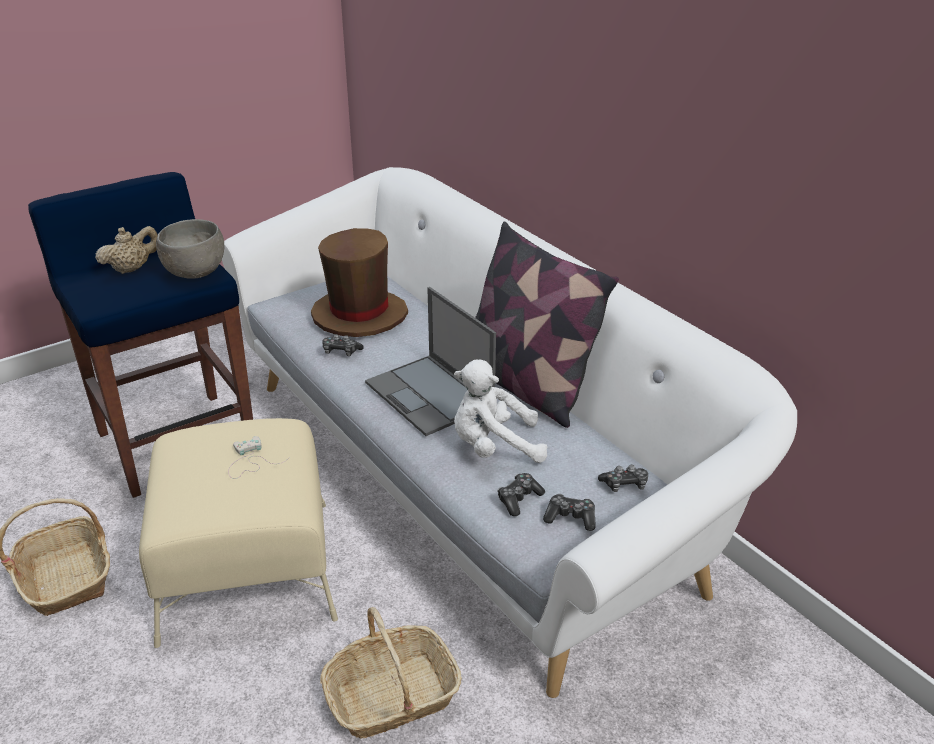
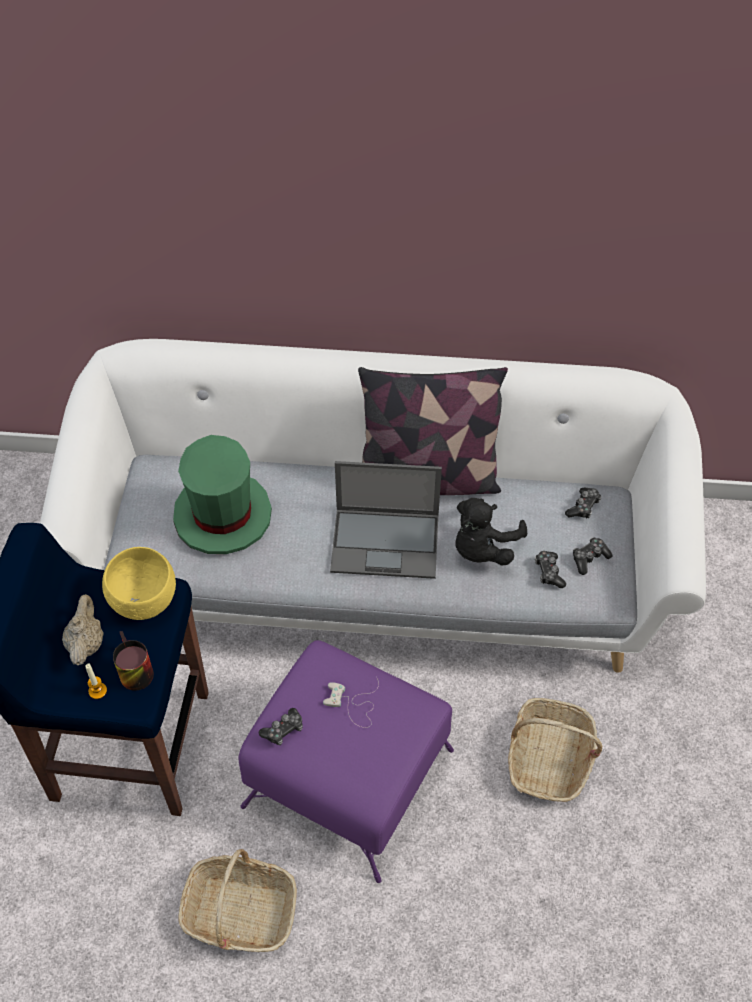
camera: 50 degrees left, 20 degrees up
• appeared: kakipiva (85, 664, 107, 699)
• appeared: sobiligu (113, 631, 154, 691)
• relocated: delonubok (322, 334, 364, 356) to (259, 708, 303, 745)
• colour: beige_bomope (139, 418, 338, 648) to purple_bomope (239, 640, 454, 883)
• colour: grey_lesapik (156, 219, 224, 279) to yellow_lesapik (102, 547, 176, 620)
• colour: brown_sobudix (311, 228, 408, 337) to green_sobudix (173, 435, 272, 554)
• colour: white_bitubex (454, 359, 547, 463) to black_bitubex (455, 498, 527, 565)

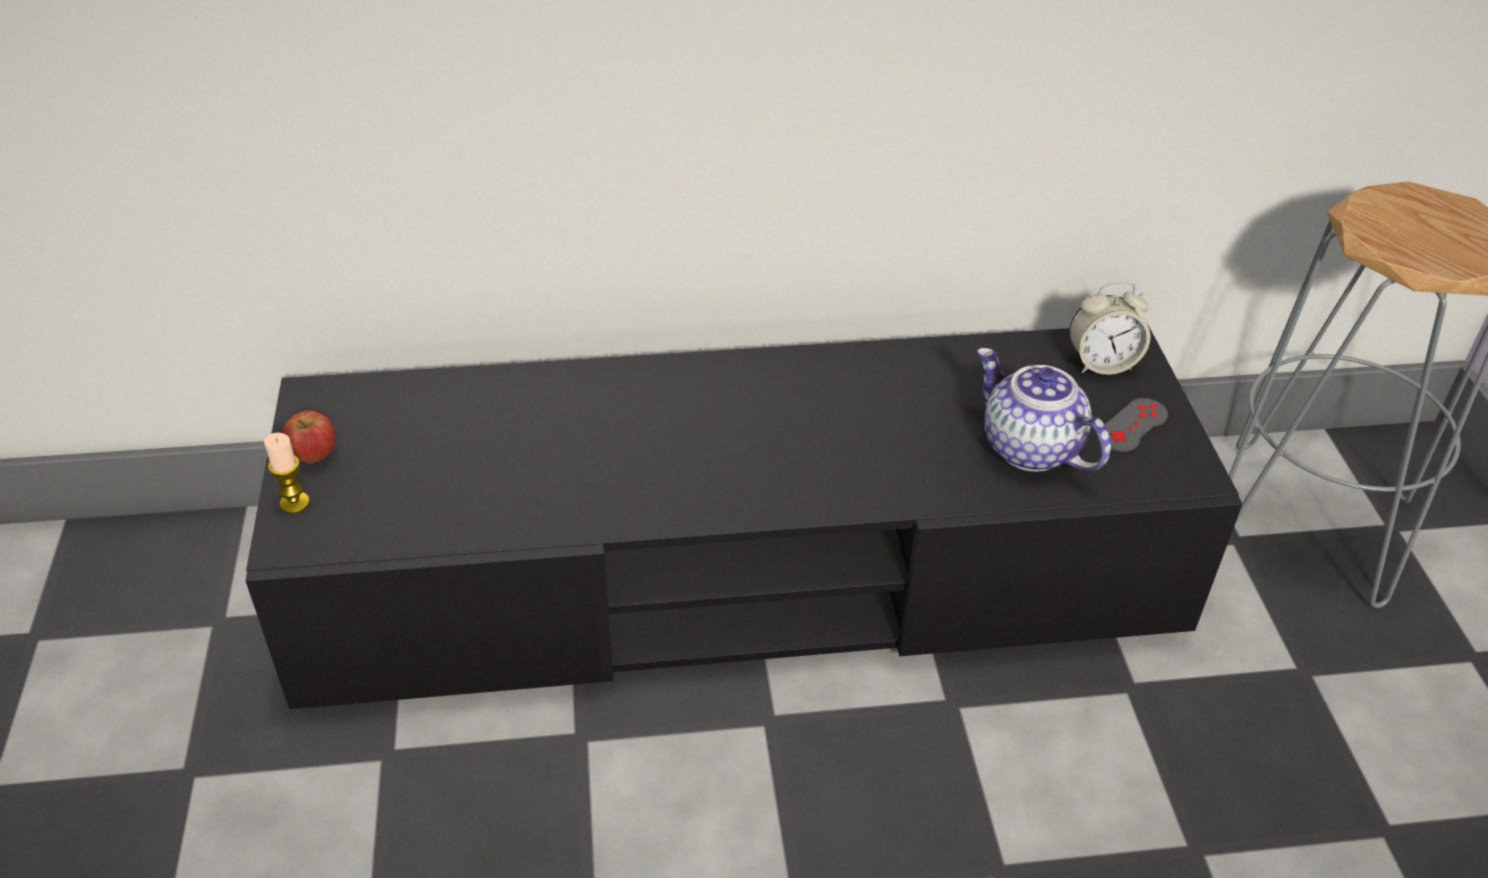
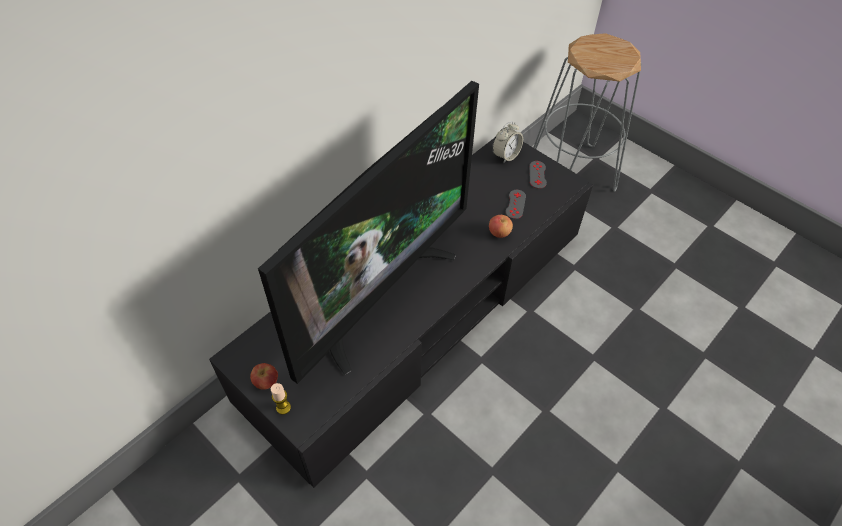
camera: 40 degrees left, 10 degrees up
• appeared: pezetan (258, 81, 479, 384)
• appeared: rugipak (489, 215, 513, 238)
• exchanged: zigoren (977, 348, 1111, 472) to grey_delonubok (505, 190, 526, 219)

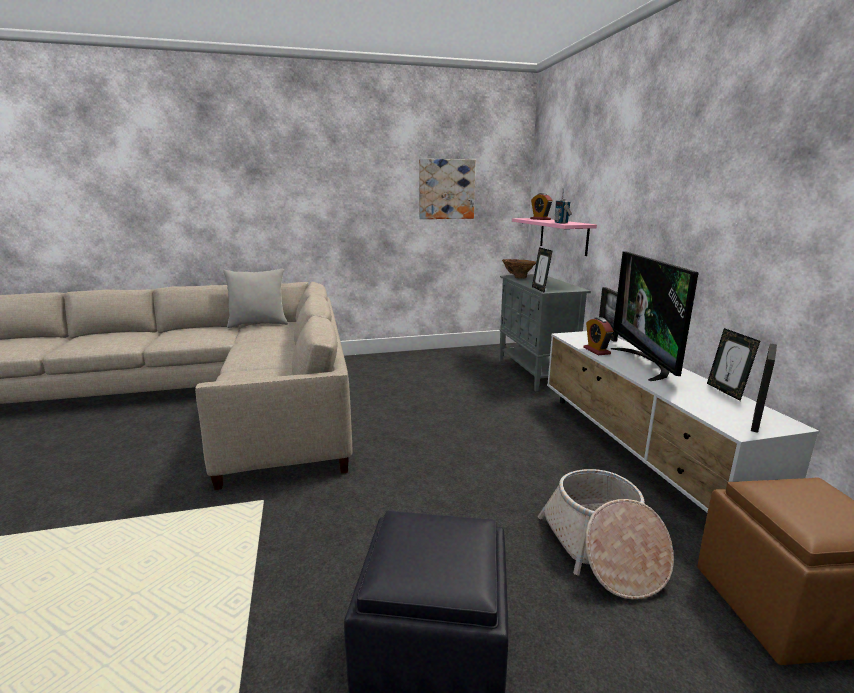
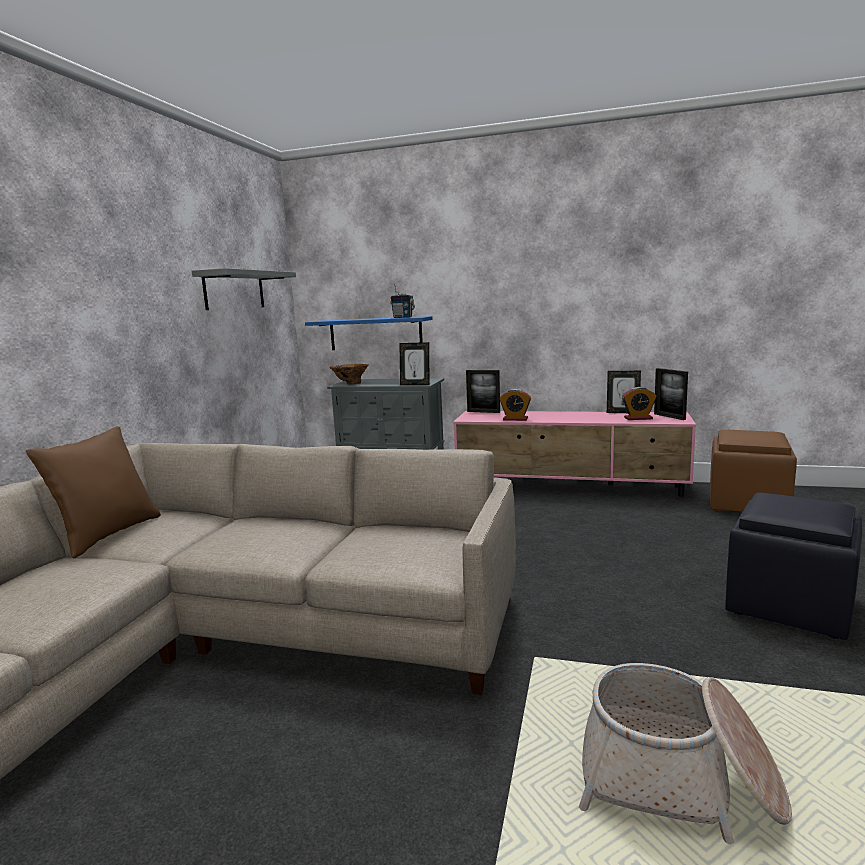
camera: 60 degrees left, 5 degrees down
• missing: pezetan (611, 252, 699, 381)
• relocated: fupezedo (530, 193, 553, 220) to (622, 387, 657, 420)
• relocated: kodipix (538, 469, 674, 599) to (579, 663, 792, 844)
• exchanged: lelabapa (419, 159, 476, 219) to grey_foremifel (192, 268, 296, 310)
• colour: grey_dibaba (223, 269, 288, 328) to brown_dibaba (26, 426, 161, 559)
• colour: pink_foremifel (512, 218, 597, 256) to blue_foremifel (305, 316, 433, 350)
• colour: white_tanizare (547, 331, 819, 512) to pink_tanizare (453, 411, 696, 497)

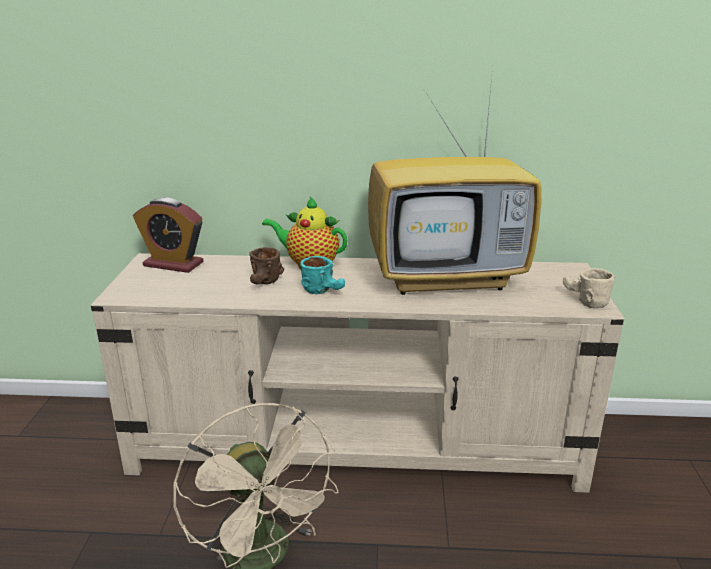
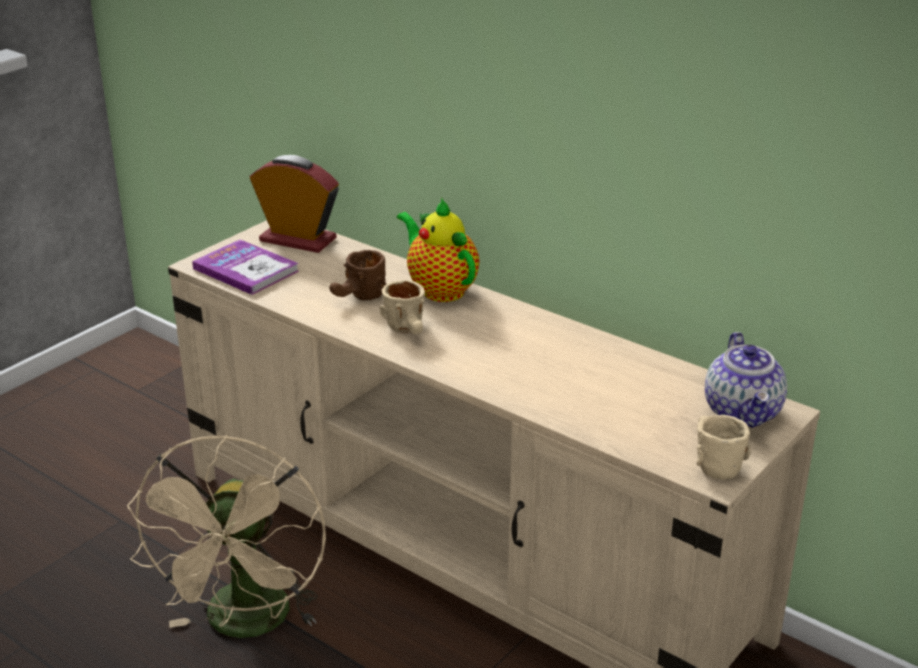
camera: 35 degrees right, 5 degrees up
• missing: pezetan (368, 67, 541, 295)
• appeared: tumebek (192, 239, 299, 295)
• appeared: zigoren (705, 332, 787, 428)
• colour: turquoise_sobiligu (300, 256, 345, 294) to beige_sobiligu (380, 280, 425, 334)
• spun: fupezedo (133, 198, 203, 273) = (250, 155, 339, 253) 150 degrees clockwise

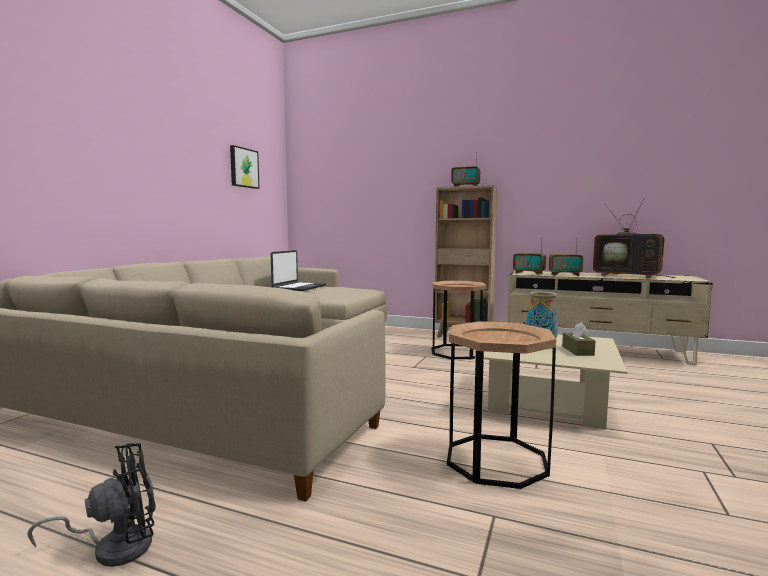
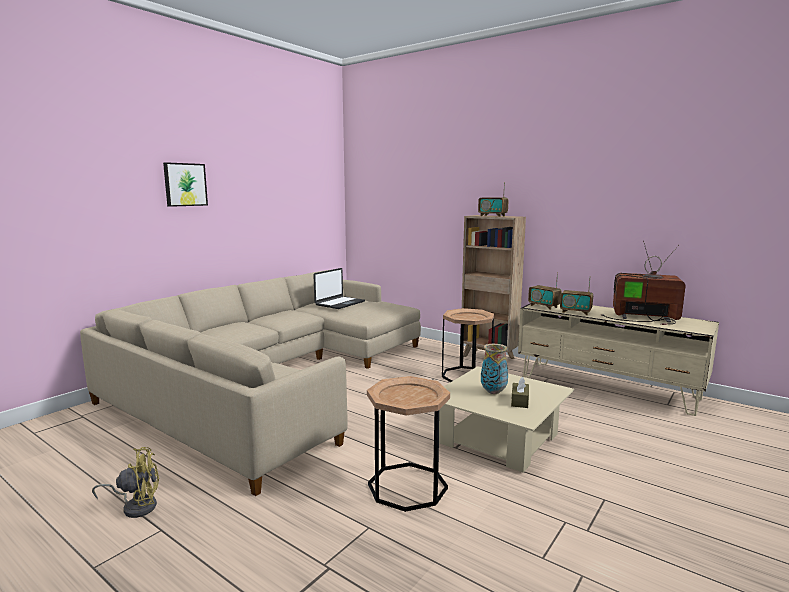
camera: 15 degrees right, 5 degrees up
• relocated: lelabapa (230, 145, 260, 189) to (163, 162, 208, 207)
• colour: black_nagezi (28, 443, 156, 567) to yellow_nagezi (92, 447, 159, 518)
• spun: pezetan (593, 199, 675, 278) = (601, 241, 686, 325) 150 degrees clockwise

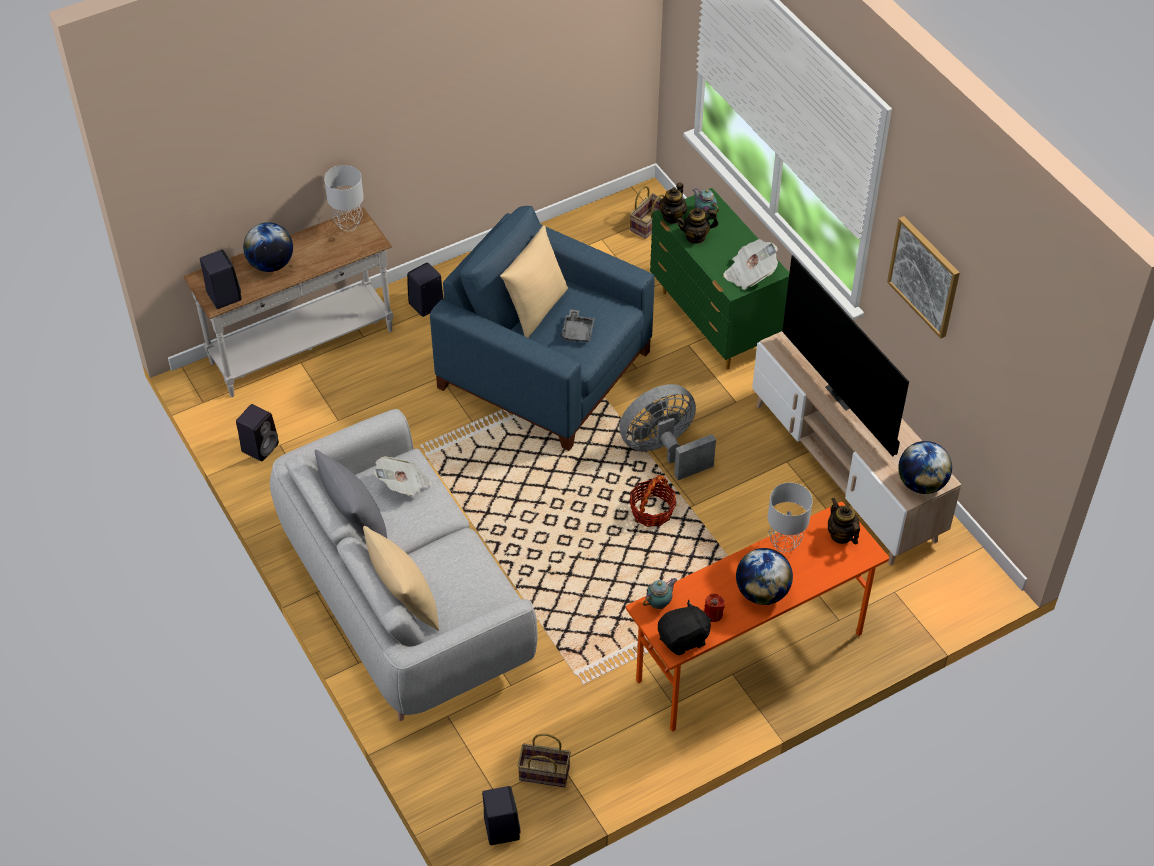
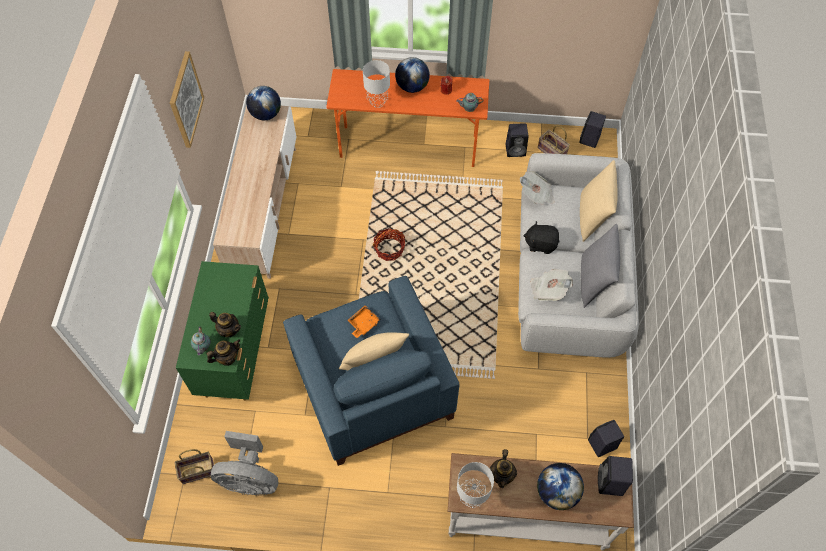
camera: 145 degrees left, 10 degrees up
• missing: pezetan (782, 255, 909, 457)
• relocated: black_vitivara (407, 262, 443, 317) to (506, 123, 529, 157)
• relocated: grey_nagezi (619, 384, 716, 480) to (211, 431, 278, 495)
• relocated: black_bitubex (658, 600, 712, 655) to (523, 221, 560, 254)
• relocated: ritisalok (723, 239, 778, 290) to (520, 171, 555, 205)
• relocated: zigoren (828, 498, 860, 544) to (490, 449, 517, 488)
• colour: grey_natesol (561, 309, 595, 342) to orange_natesol (347, 305, 381, 338)

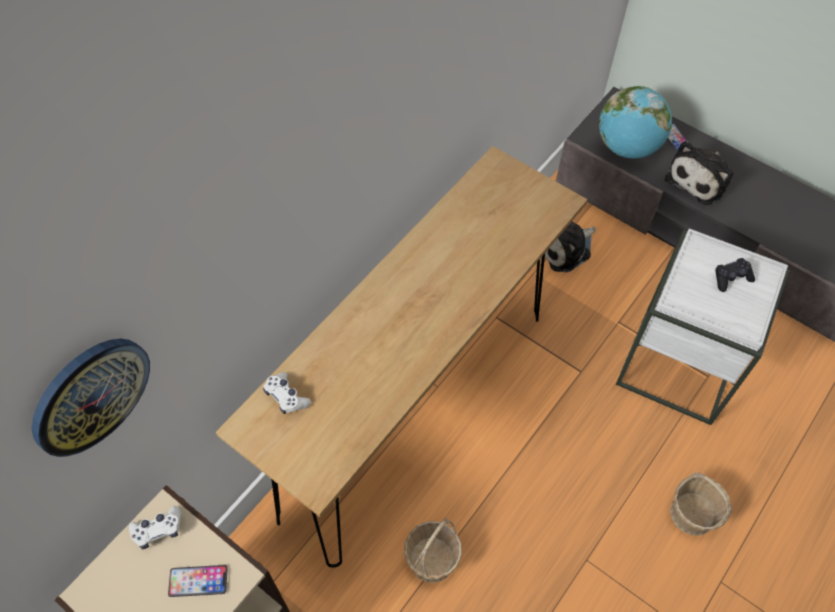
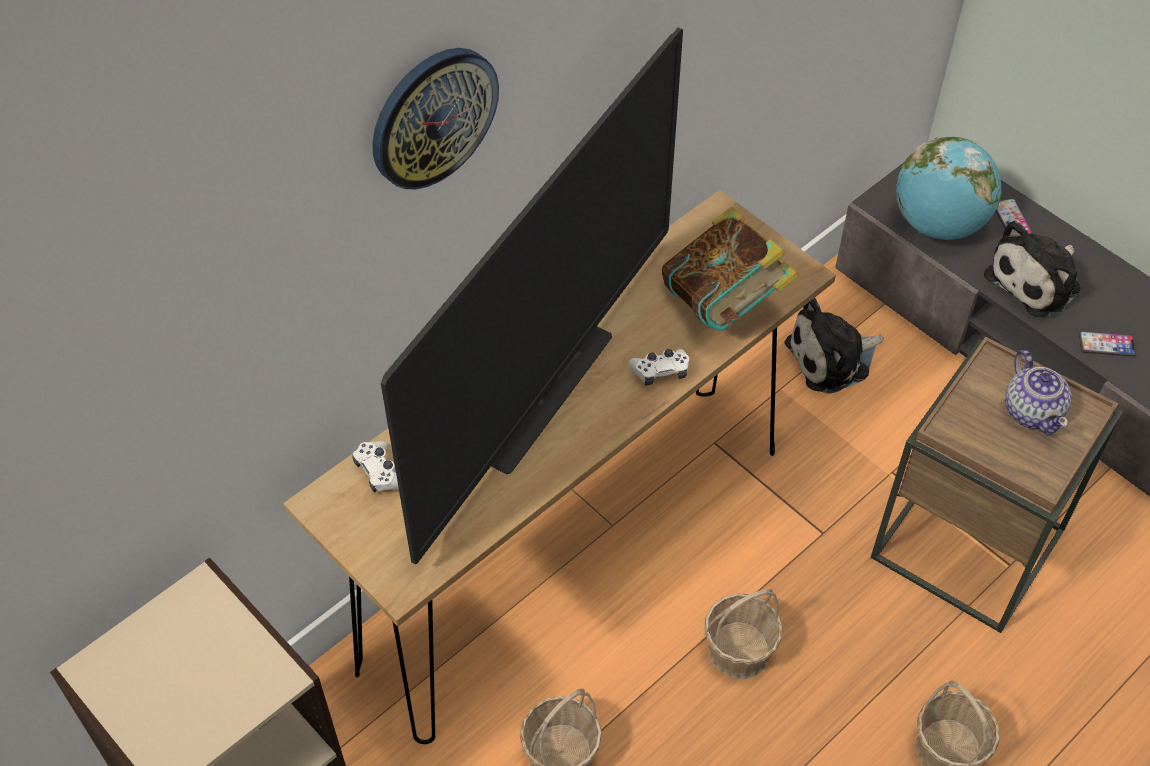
camera: 10 degrees right, 5 degrees down
• appeared: pezetan (381, 28, 683, 564)
• appeared: tumebek (662, 207, 799, 331)
• appeared: kodipix (704, 589, 782, 679)
• relocated: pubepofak (32, 339, 150, 457) to (372, 48, 499, 189)
• relocated: white_delonubok (129, 506, 181, 549) to (629, 349, 689, 385)
• relocated: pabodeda (168, 565, 228, 597) to (1079, 331, 1136, 357)
• exchanged: black_delonubok (715, 258, 755, 292) to zigoren (1005, 350, 1071, 435)
• colour: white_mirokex (616, 228, 790, 425) to brown_mirokex (870, 337, 1123, 633)

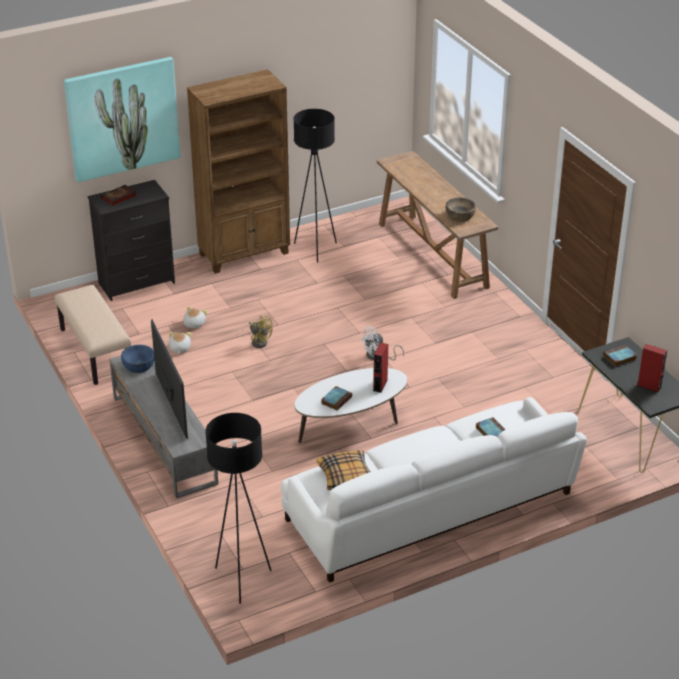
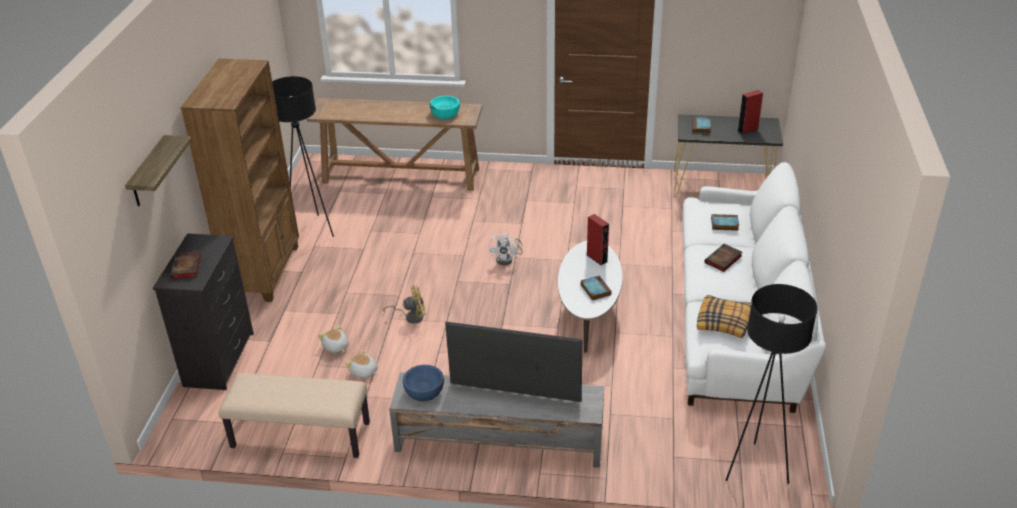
camera: 55 degrees left, 0 degrees up
• appeared: tumebek (704, 244, 743, 272)
• exchanged: lelabapa (64, 57, 180, 182) to foremifel (125, 135, 192, 206)
• colour: brown_lesapik (446, 197, 476, 222) to turquoise_lesapik (430, 96, 460, 119)

